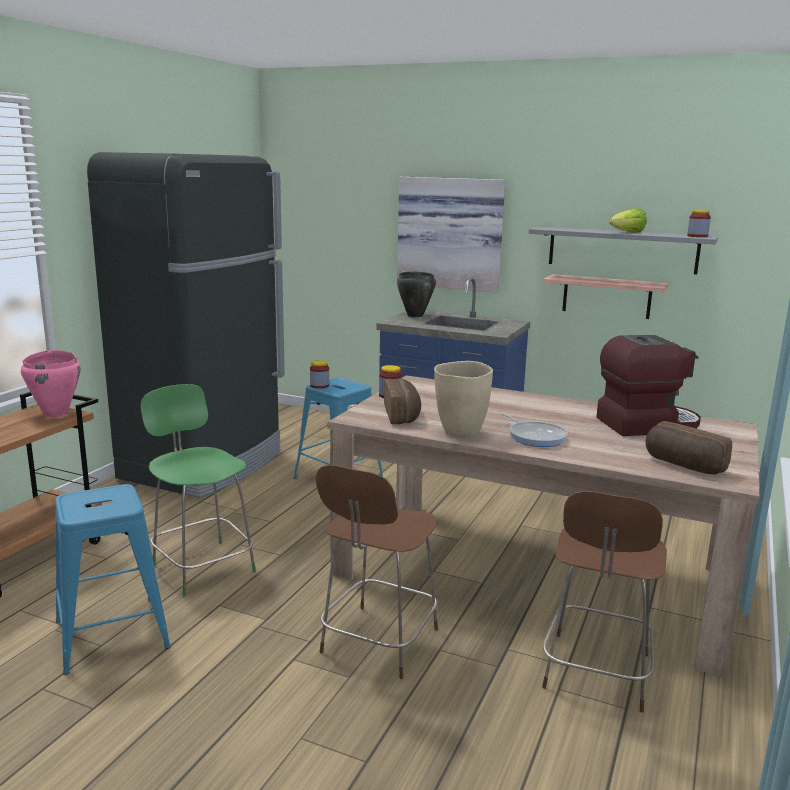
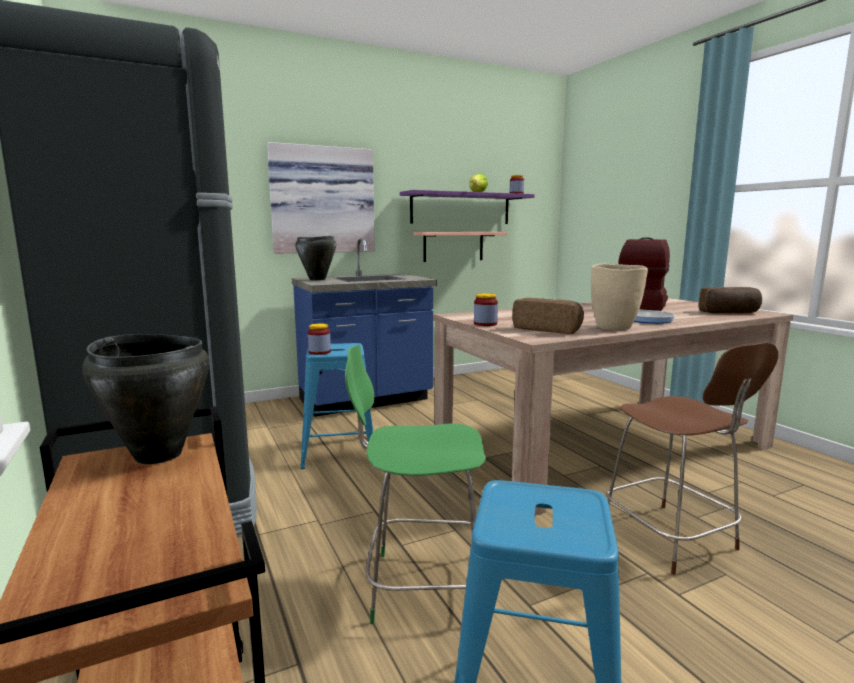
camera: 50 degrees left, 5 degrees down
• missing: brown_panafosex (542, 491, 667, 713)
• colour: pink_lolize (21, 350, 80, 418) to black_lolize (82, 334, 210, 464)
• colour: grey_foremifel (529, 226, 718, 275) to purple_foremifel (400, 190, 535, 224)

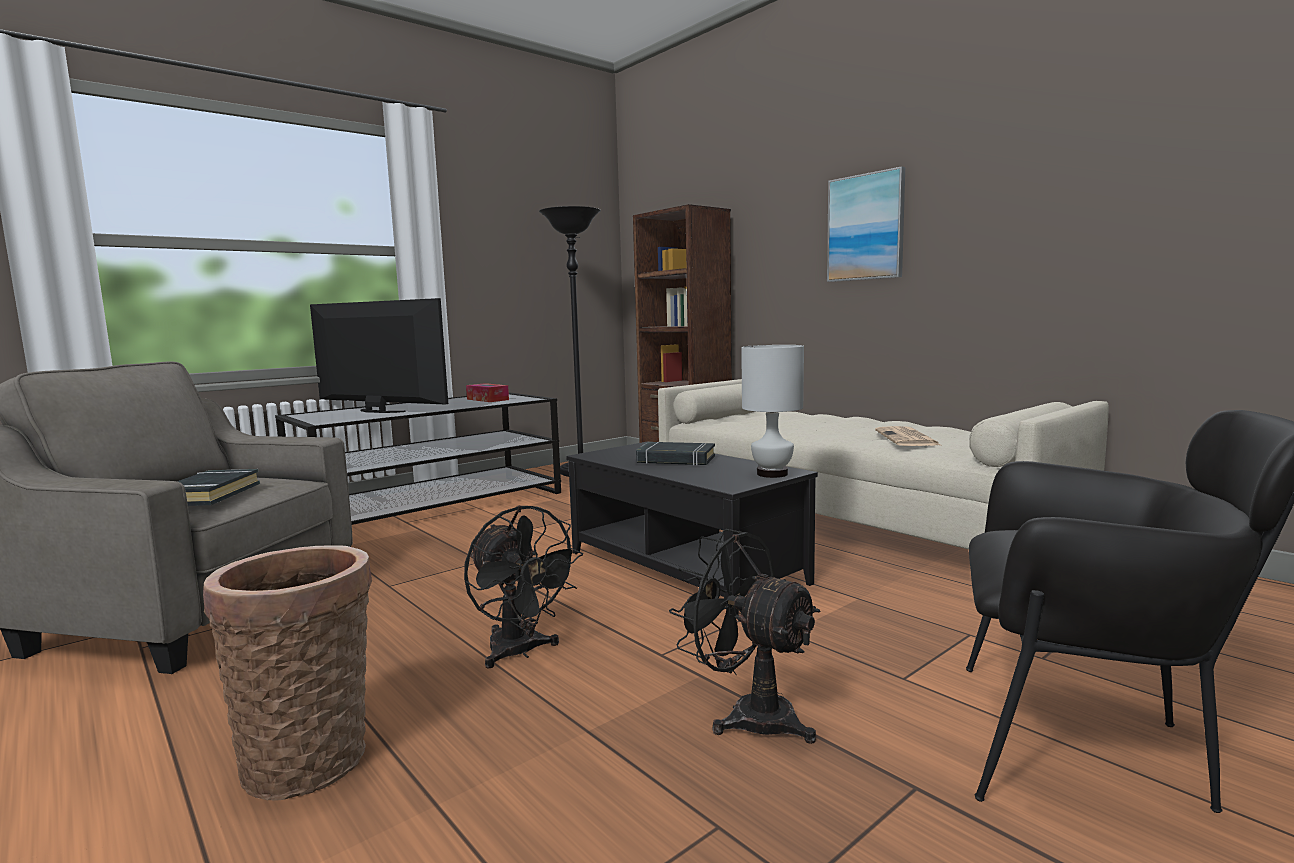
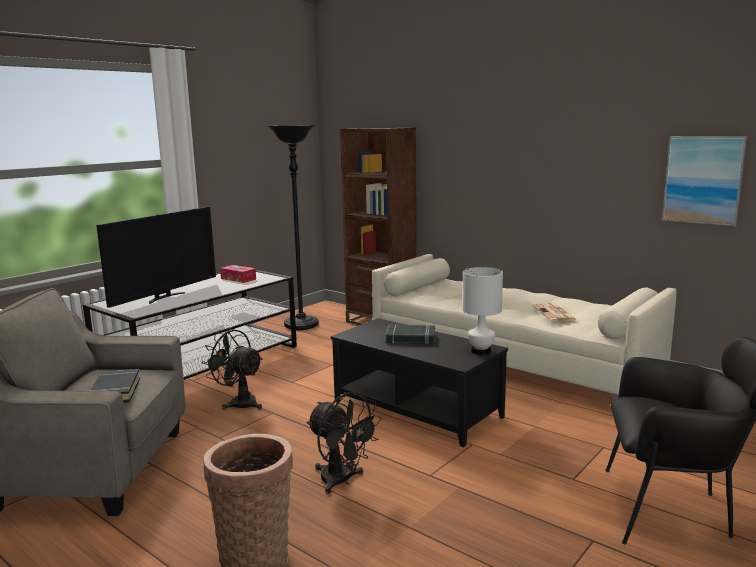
camera: 10 degrees left, 5 degrees up
• relocated: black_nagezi (669, 529, 820, 744) to (203, 328, 263, 410)
• relocated: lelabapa (827, 166, 905, 282) to (662, 136, 747, 226)
• spun: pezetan (310, 298, 448, 413) = (96, 207, 216, 308) 105 degrees clockwise

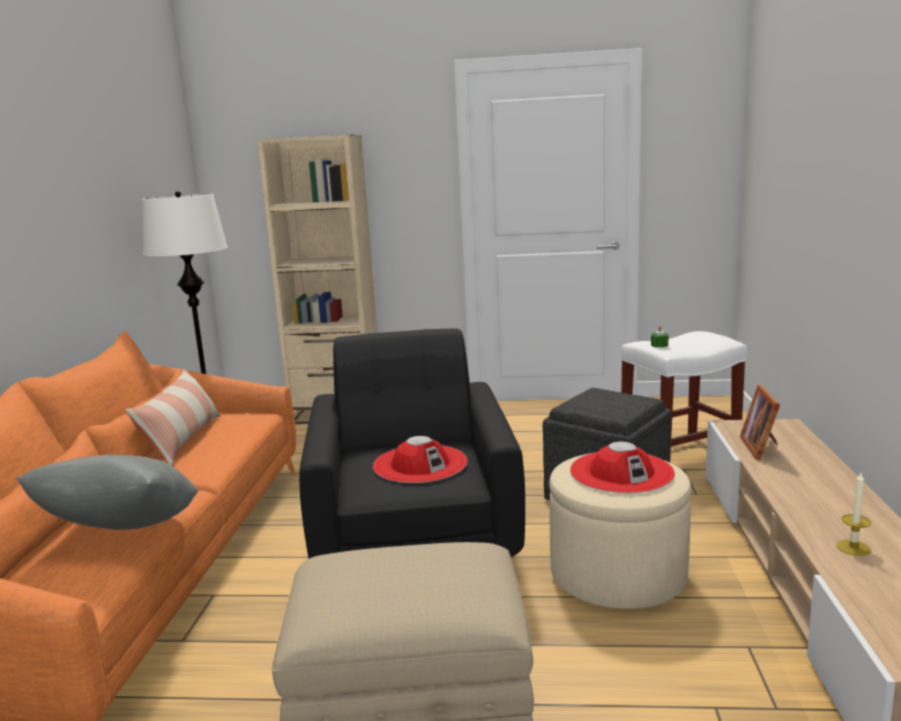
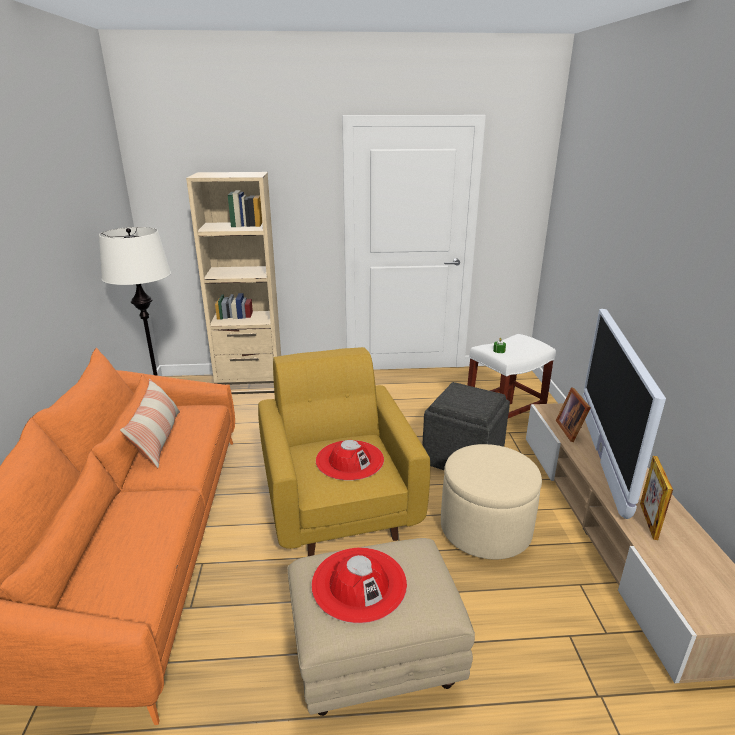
camera: 10 degrees left, 10 degrees up
• missing: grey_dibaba (16, 455, 198, 530)
• appeared: pezetan (582, 309, 666, 519)
• relocated: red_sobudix (570, 441, 675, 493) to (311, 548, 407, 623)
• exchanged: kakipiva (836, 471, 871, 556) to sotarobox (640, 456, 673, 540)
• colour: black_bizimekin (299, 328, 525, 559) to yellow_bizimekin (258, 347, 430, 556)

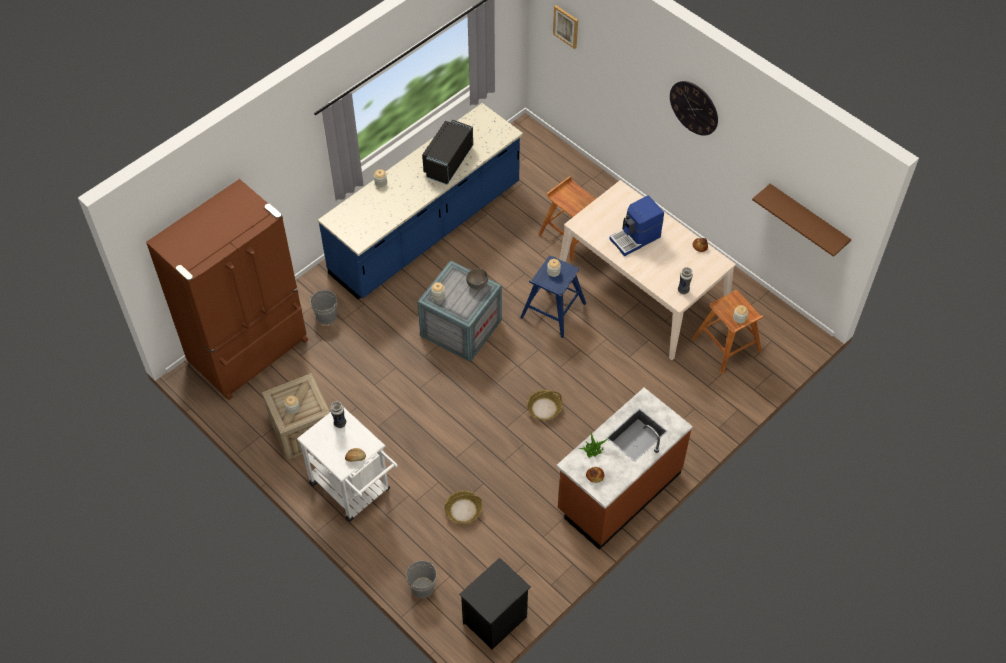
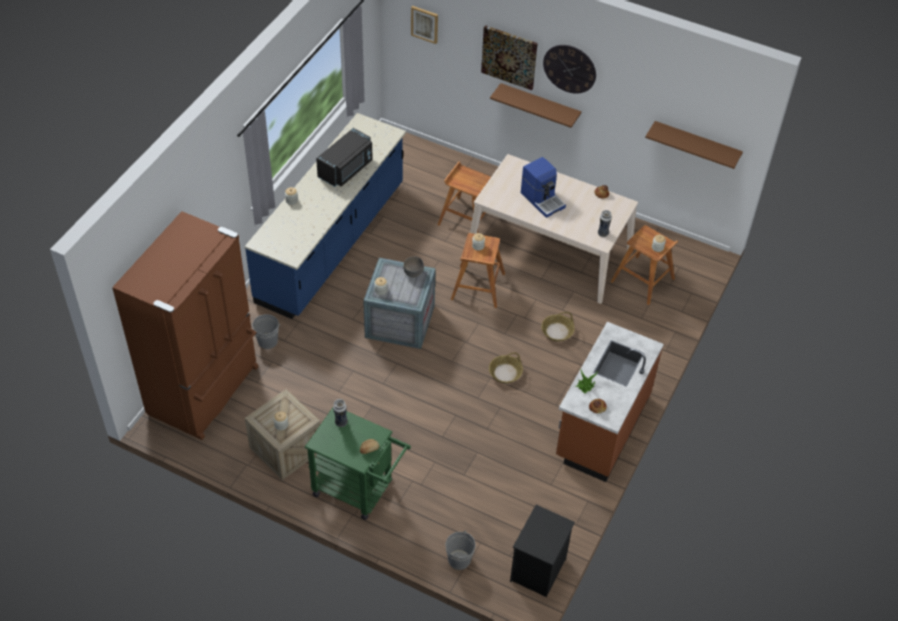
camera: 20 degrees left, 5 degrees down
• appeared: lelabapa (481, 25, 538, 90)
• appeared: brown_foremifel (490, 83, 581, 128)
• relocated: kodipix (444, 490, 482, 524) to (541, 312, 575, 342)
• colour: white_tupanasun (297, 408, 398, 522) to green_tupanasun (305, 408, 411, 520)
• colour: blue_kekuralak (520, 256, 586, 338) to brown_kekuralak (451, 233, 505, 308)
• spun: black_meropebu (422, 120, 473, 185) = (316, 128, 373, 187) 150 degrees counterclockwise
• spun: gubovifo (609, 196, 664, 256) = (521, 157, 566, 218) 75 degrees counterclockwise

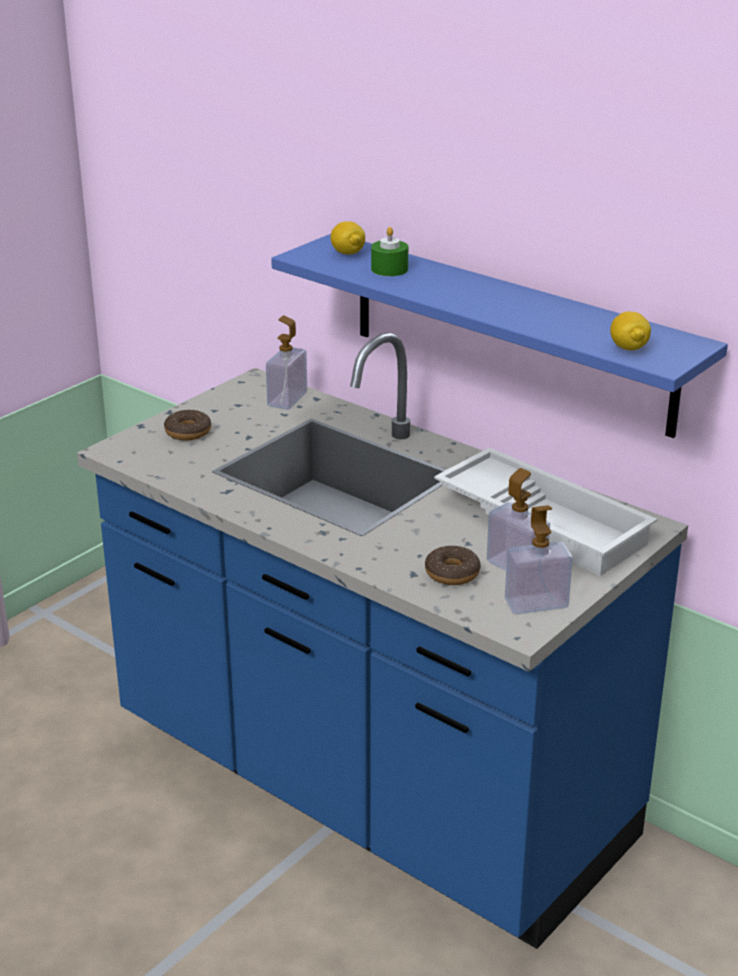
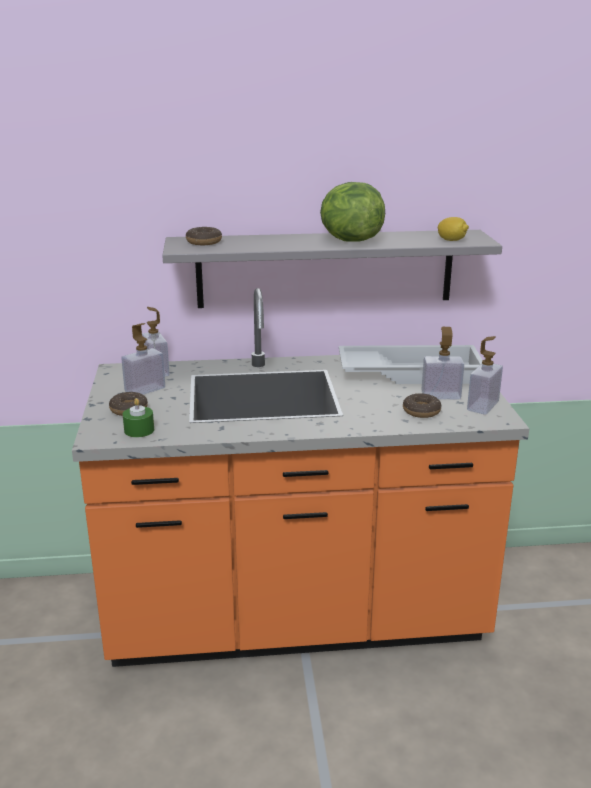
camera: 45 degrees left, 5 degrees down
• appeared: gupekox (121, 323, 165, 395)
• appeared: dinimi (320, 182, 385, 242)
• relocated: green_kakipiva (371, 227, 408, 276) to (123, 398, 154, 438)
• exchanged: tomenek (330, 221, 365, 254) to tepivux (186, 227, 222, 245)
• colour: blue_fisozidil (77, 333, 688, 949) to orange_fisozidil (72, 288, 529, 667)
• colour: blue_foremifel (271, 234, 728, 438) to grey_foremifel (162, 230, 502, 308)

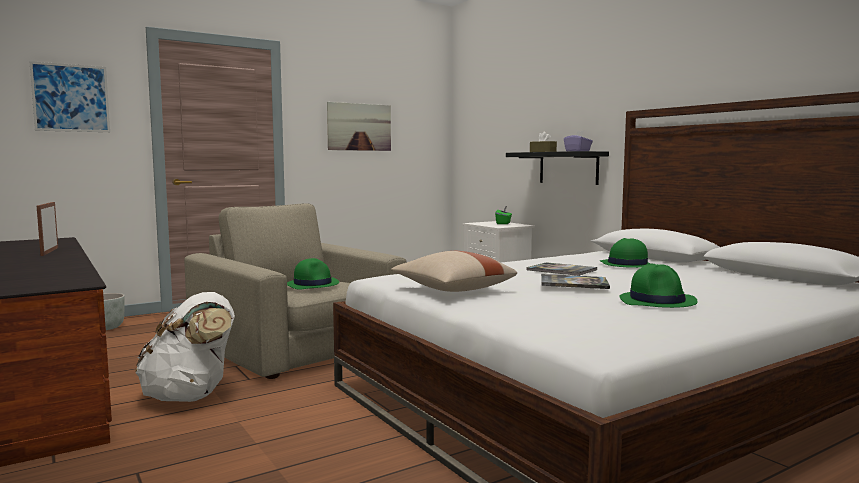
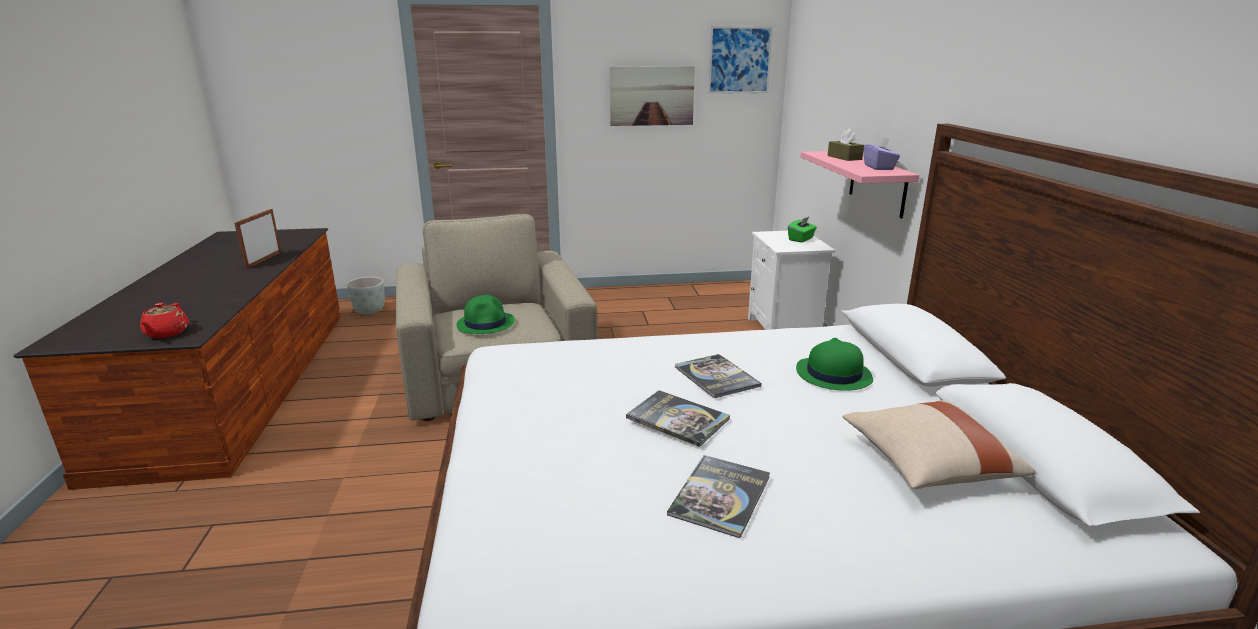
camera: 25 degrees right, 15 degrees up
• missing: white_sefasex (135, 292, 235, 402)
• appeared: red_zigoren (140, 303, 189, 338)
• relocated: lelabapa (29, 61, 110, 132) to (708, 26, 773, 94)
• relocated: beige_dibaba (391, 251, 517, 292) to (843, 400, 1036, 489)
• exchanged: green_sobudix (619, 264, 698, 308) to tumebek (667, 455, 770, 538)
• colour: black_foremifel (506, 151, 609, 185) to pink_foremifel (801, 151, 919, 219)

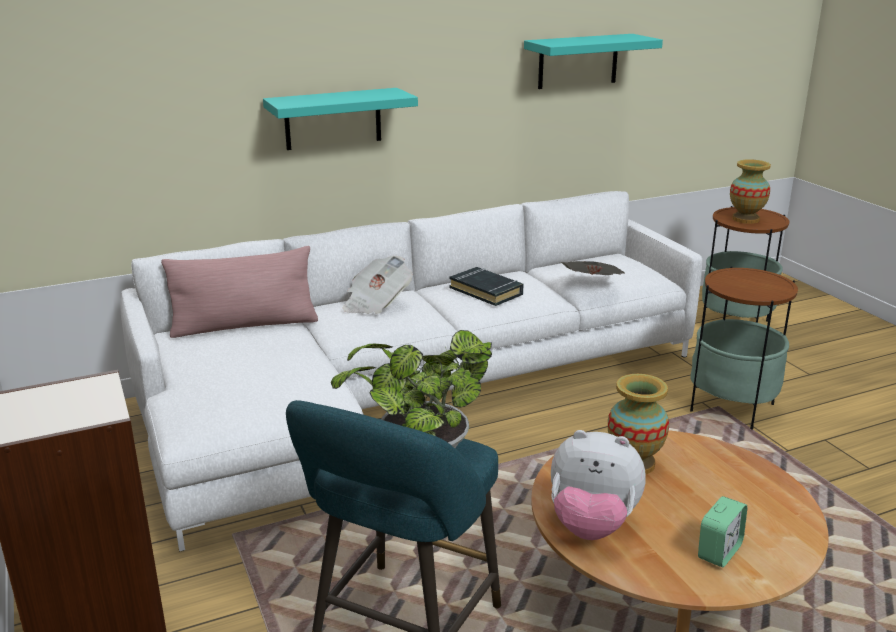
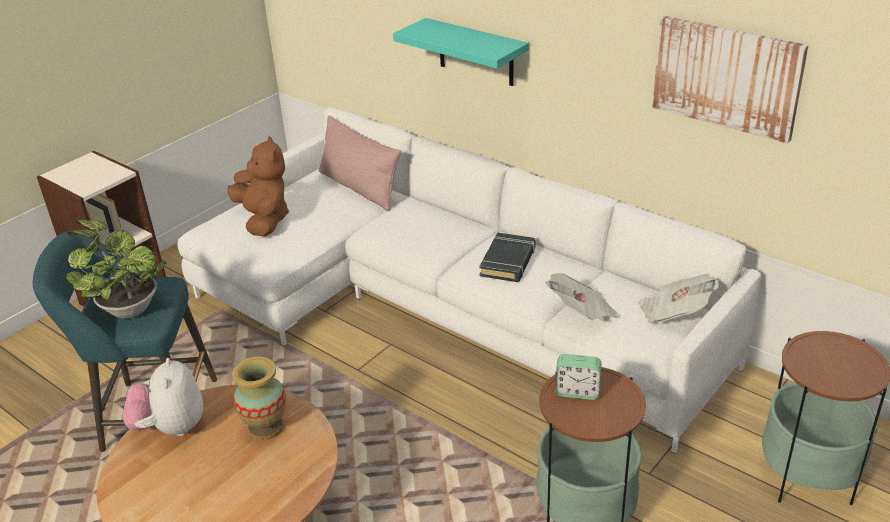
camera: 65 degrees right, 10 degrees up
• missing: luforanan (730, 159, 771, 224)
• appeared: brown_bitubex (228, 136, 289, 237)
• relocated: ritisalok (343, 256, 413, 314) to (638, 274, 719, 323)
• relocated: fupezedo (698, 496, 747, 567) to (555, 354, 602, 400)
• exchanged: turquoise_foremifel (524, 34, 663, 89) to lelabapa (652, 16, 809, 143)

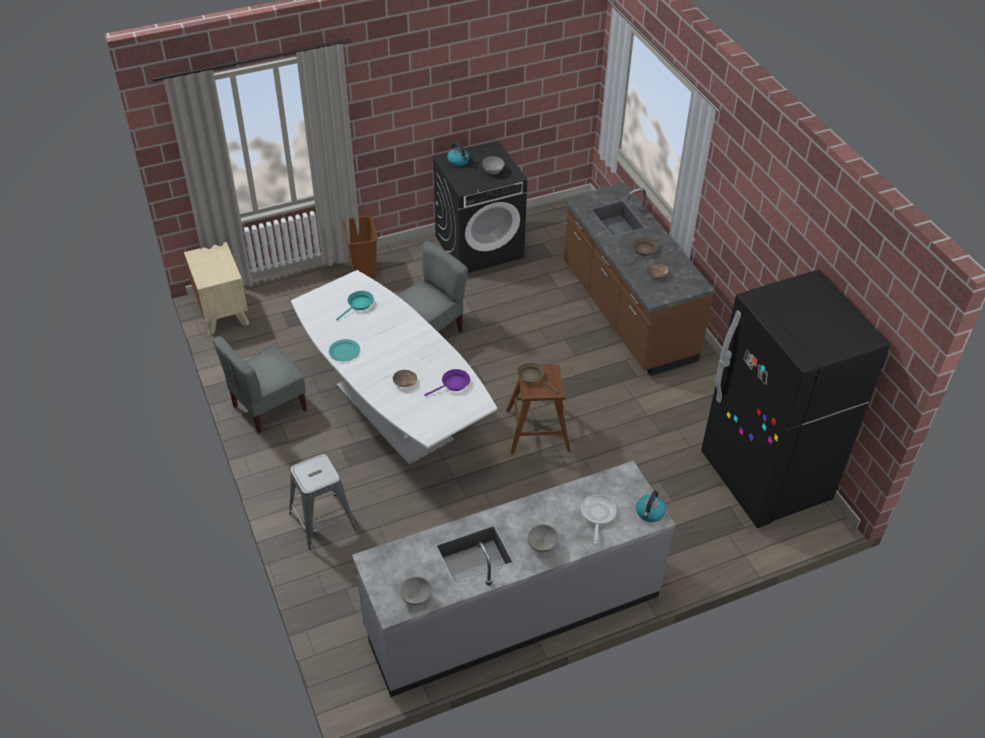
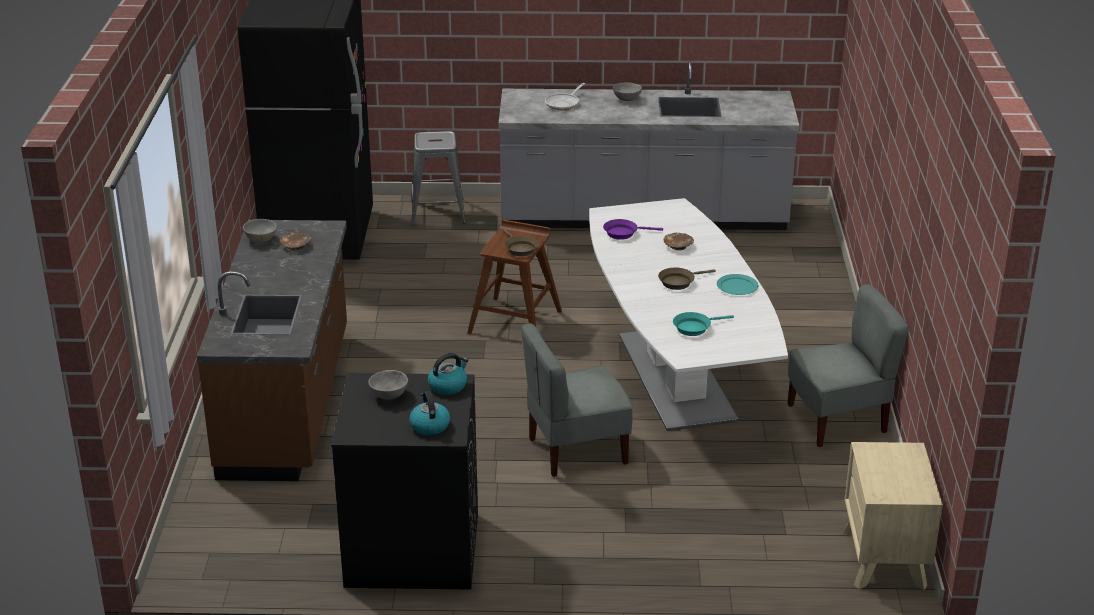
camera: 155 degrees left, 15 degrees down
• missing: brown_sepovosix (342, 216, 378, 279)
• relocated: grey_kekuralak (289, 454, 357, 550) to (411, 131, 466, 226)
• relocated: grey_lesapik (399, 577, 432, 605) to (243, 219, 277, 243)
• relocated: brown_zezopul (627, 238, 658, 266) to (658, 267, 716, 290)
• relocated: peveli (636, 490, 666, 522) to (428, 353, 468, 395)

